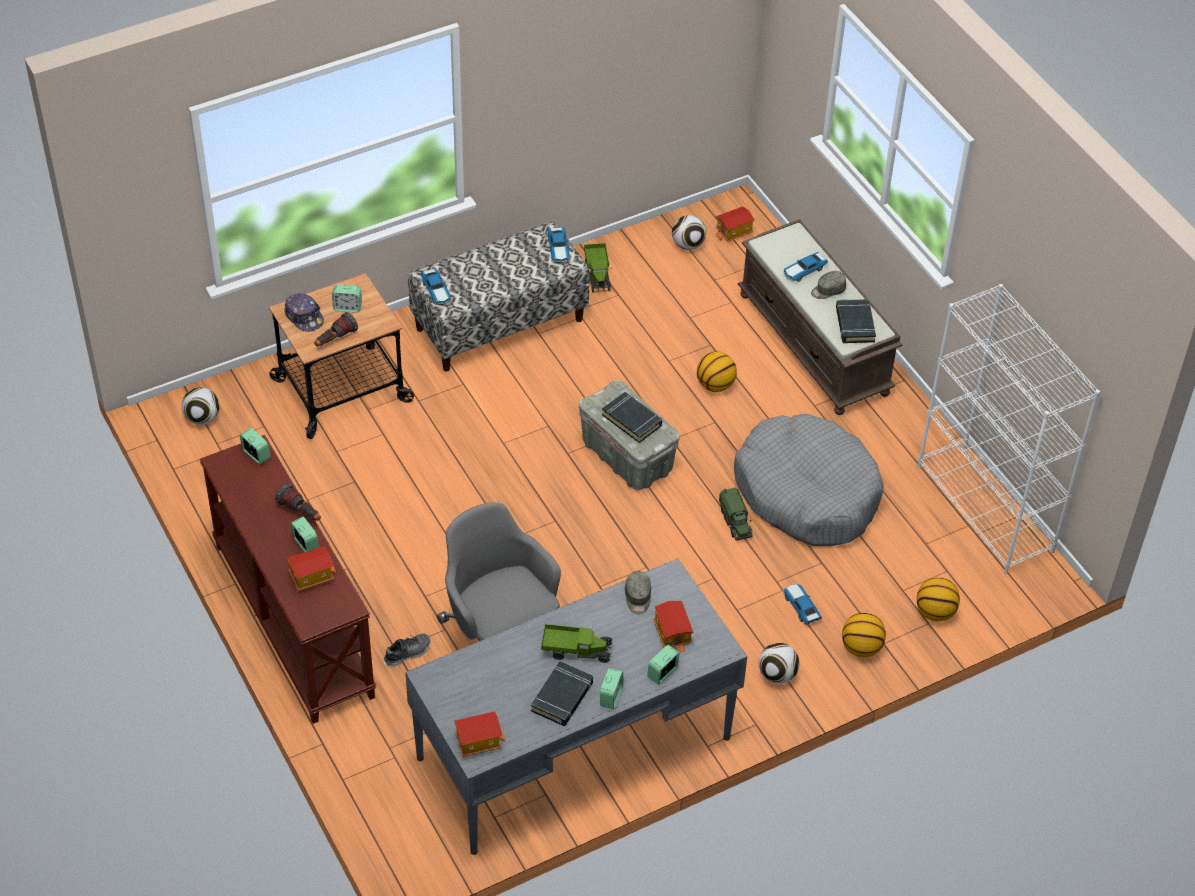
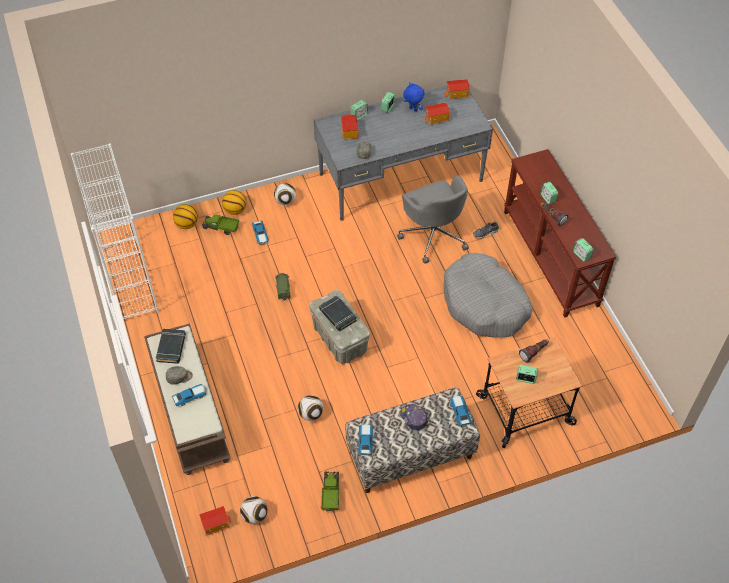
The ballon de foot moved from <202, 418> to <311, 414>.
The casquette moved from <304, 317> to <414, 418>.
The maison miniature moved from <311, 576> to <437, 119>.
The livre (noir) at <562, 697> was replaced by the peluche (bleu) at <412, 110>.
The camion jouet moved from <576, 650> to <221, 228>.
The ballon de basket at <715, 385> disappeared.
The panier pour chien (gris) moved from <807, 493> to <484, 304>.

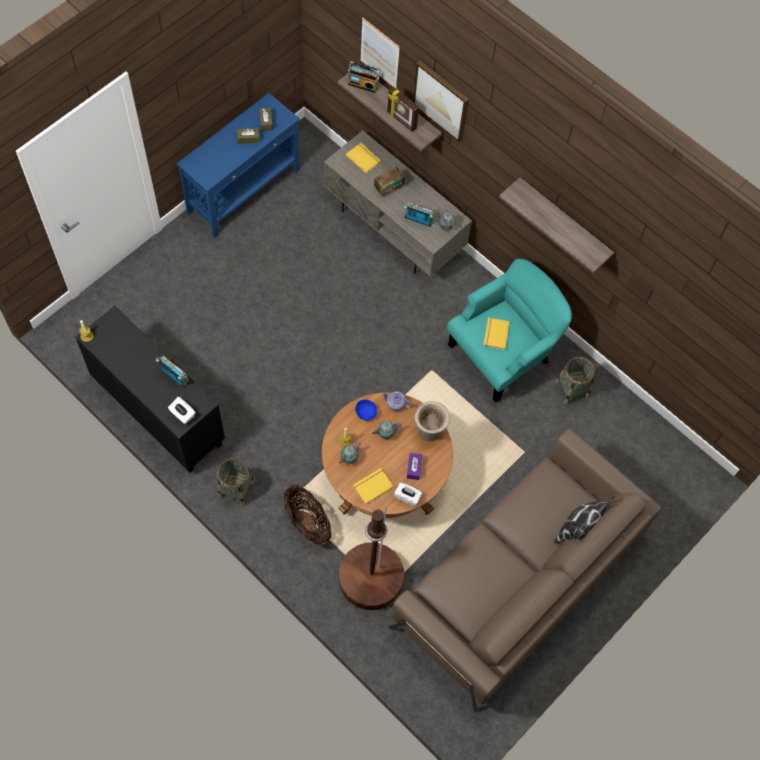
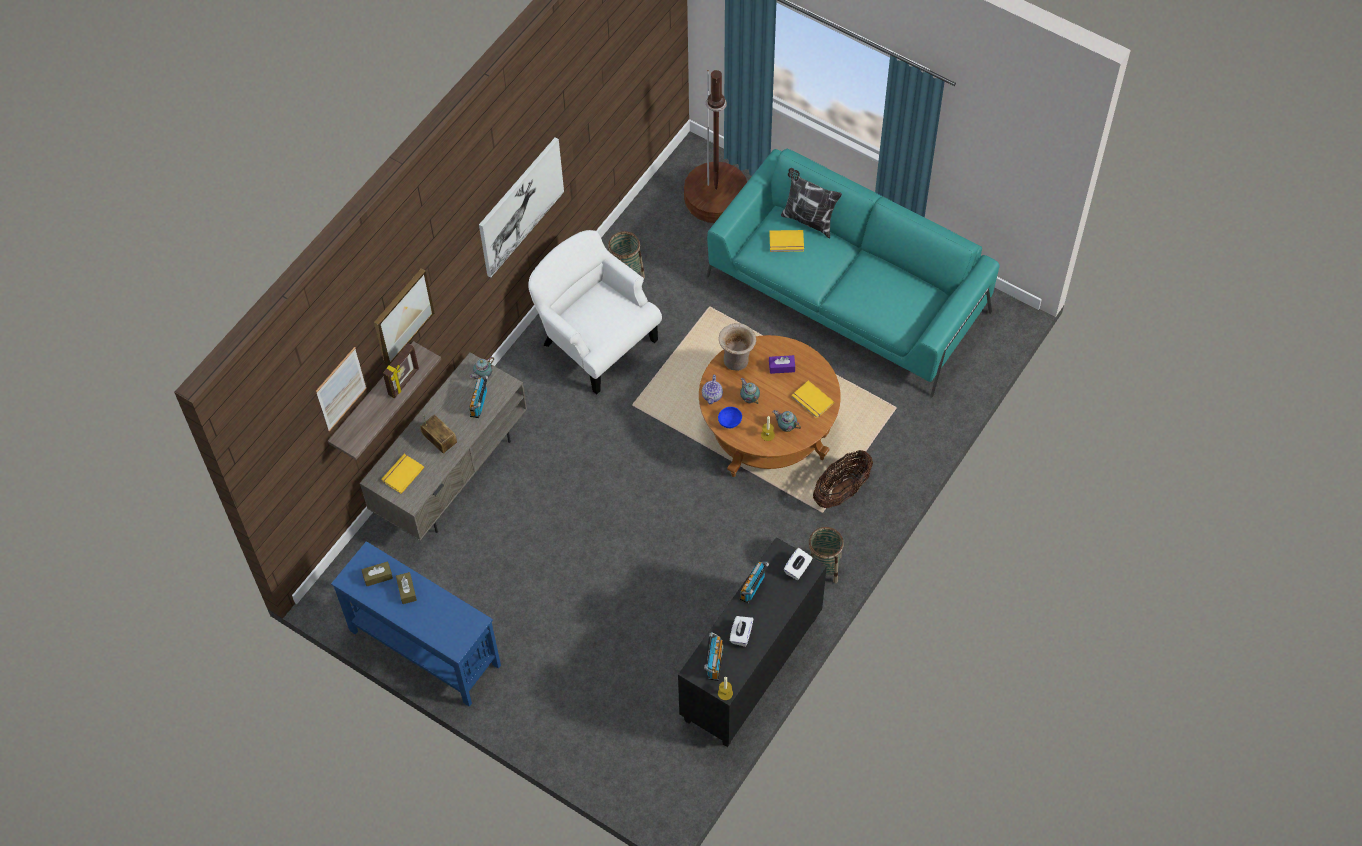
The lampadaire (marron) moved from <371, 579> to <716, 197>.
The radio moved from <363, 84> to <714, 663>.
The canapé (marron) at <519, 578> became the canapé (turquoise) at <848, 294>.
The boîte à mouchoirs (blanc) moved from <407, 497> to <741, 635>.
The fauteuil (turquoise) at <502, 353> became the fauteuil (blanc) at <596, 342>.
The livre (jaune) moved from <495, 334> to <786, 243>.
The étagère at <563, 222> was replaced by the tableau at <520, 206>.

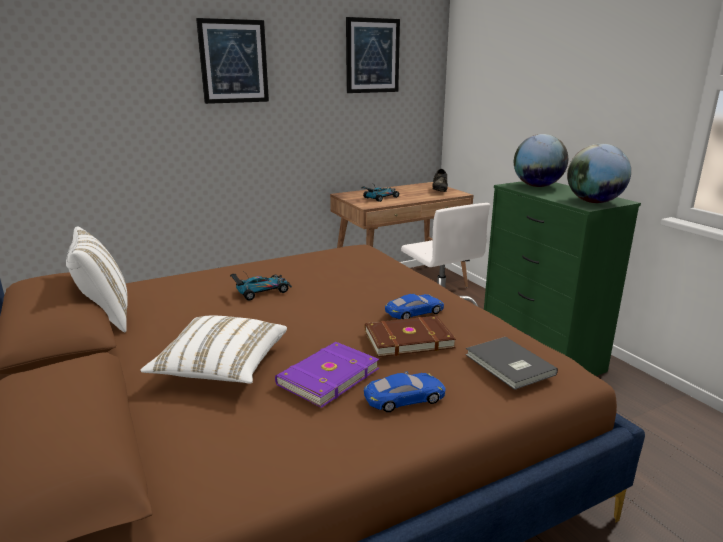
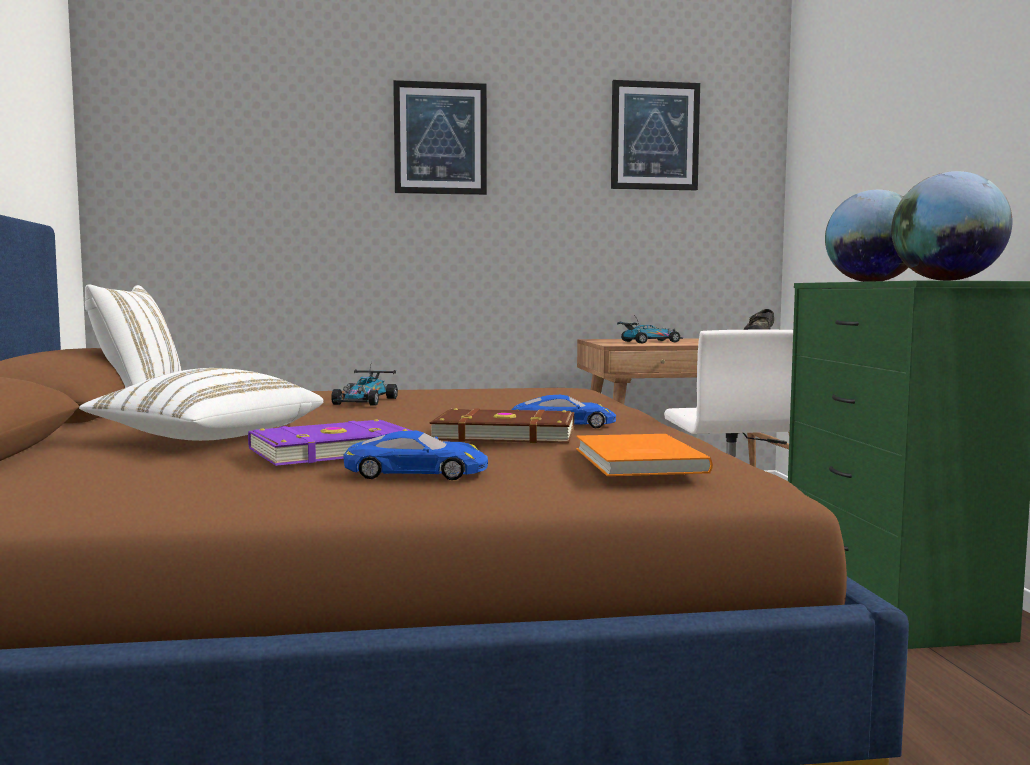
The petite voiture at <261, 291> turned 105 degrees clockwise.
The livre (gris) at <508, 365> became the livre (orange) at <636, 461>.

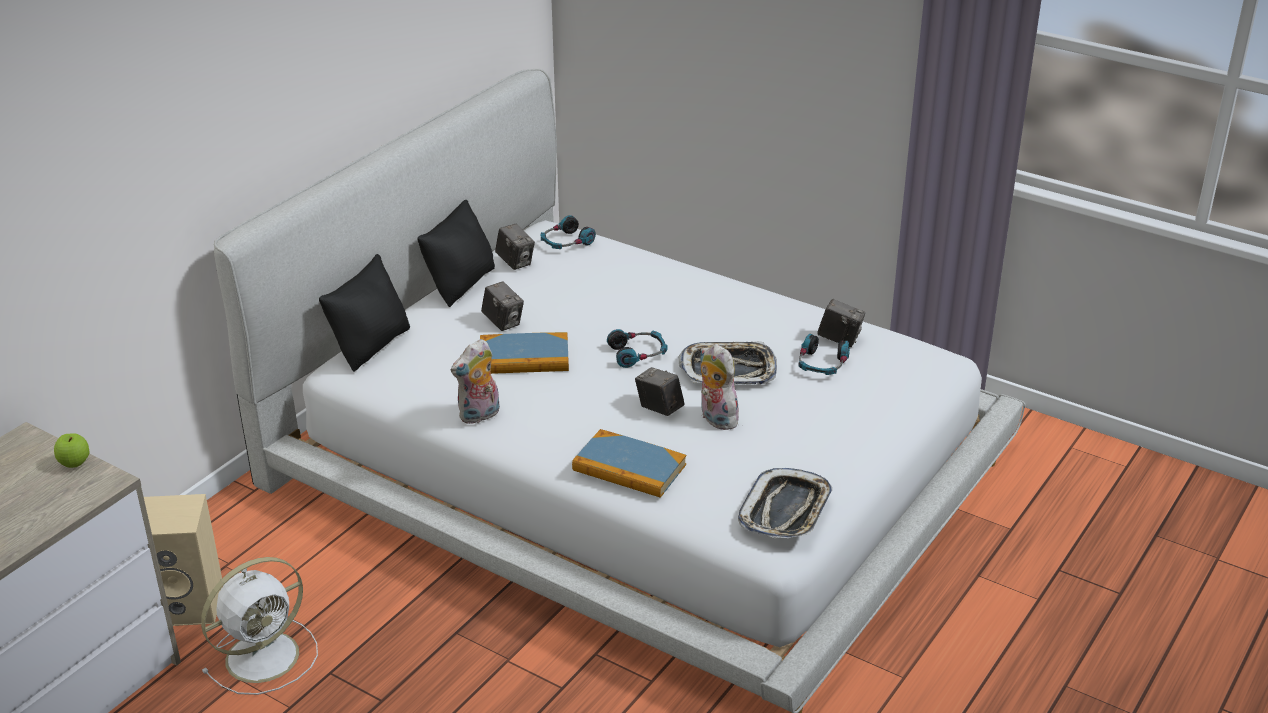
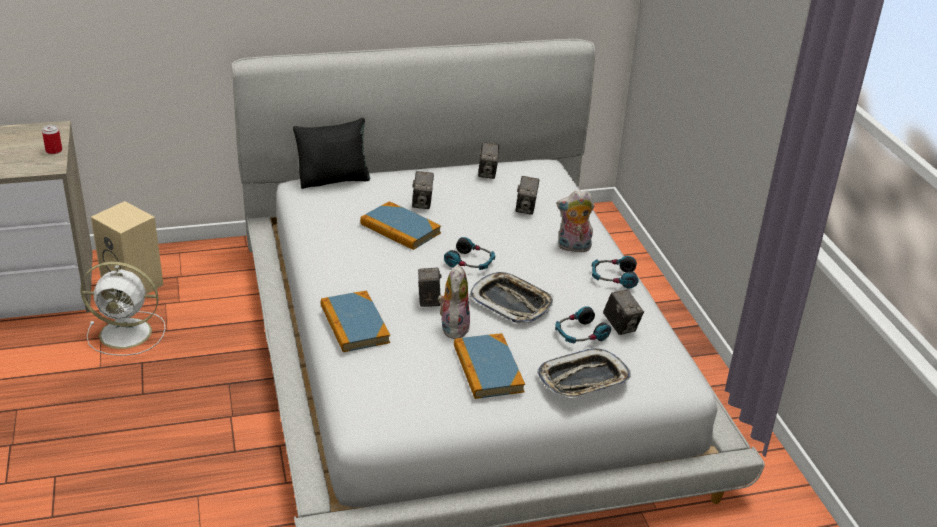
The pomme at <75, 463> was replaced by the boîte métallique at <54, 151>.
The coussin (noir) at <461, 284> disappeared.
The peluche moved from <479, 416> to <573, 248>.
The casque audio moved from <566, 242> to <613, 277>.
The plateau moved from <786, 511> to <583, 380>.
The livre at <487, 369> appeared.
The appareil photo at <526, 208> appeared.

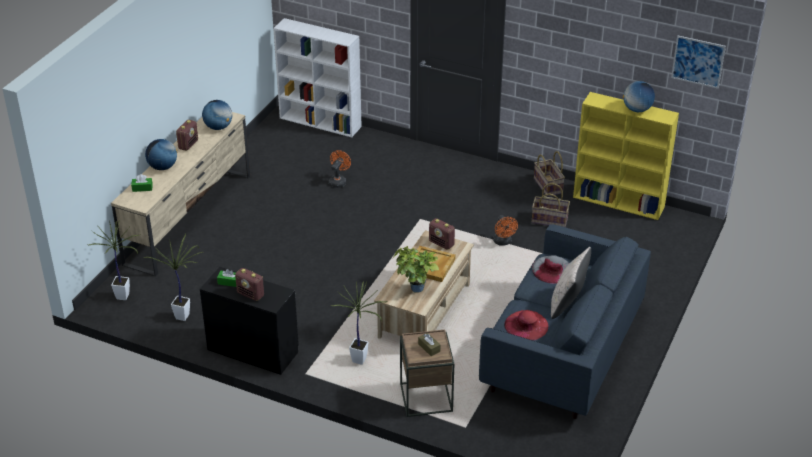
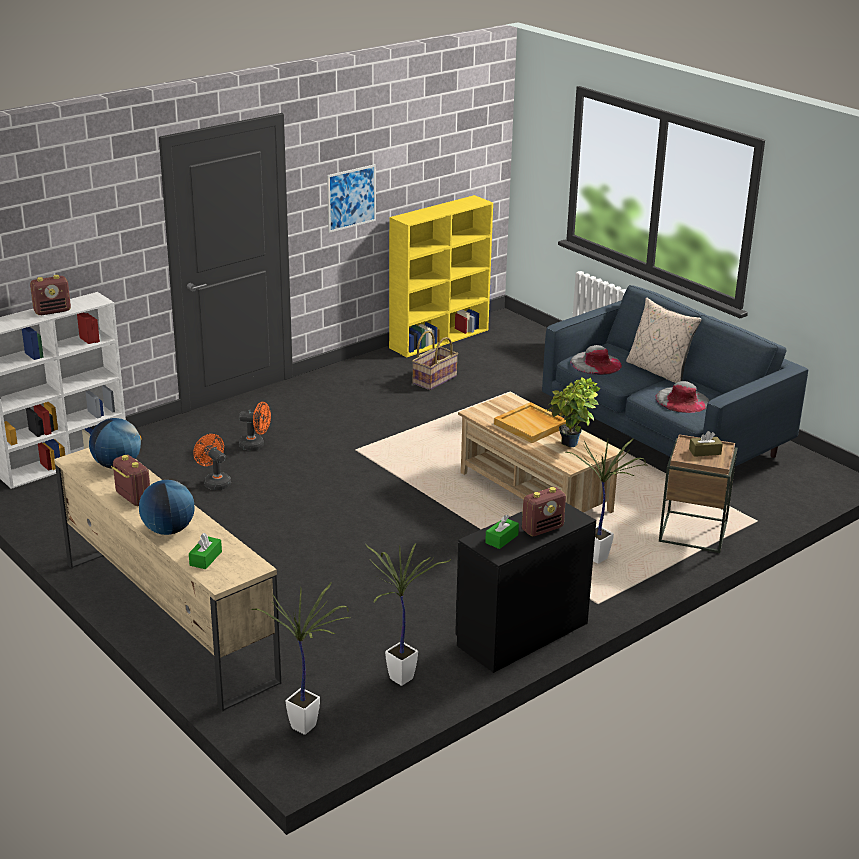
The radio moved from <441, 243> to <52, 311>.
The ventilateur (orange) moved from <503, 242> to <256, 445>.
The chapeau (rouge) at <526, 325> became the chapeau (gris) at <682, 400>.
The panier at <548, 186> disappeared.
The globe at <637, 109> disappeared.
The tableau moved from <698, 61> to <351, 198>.

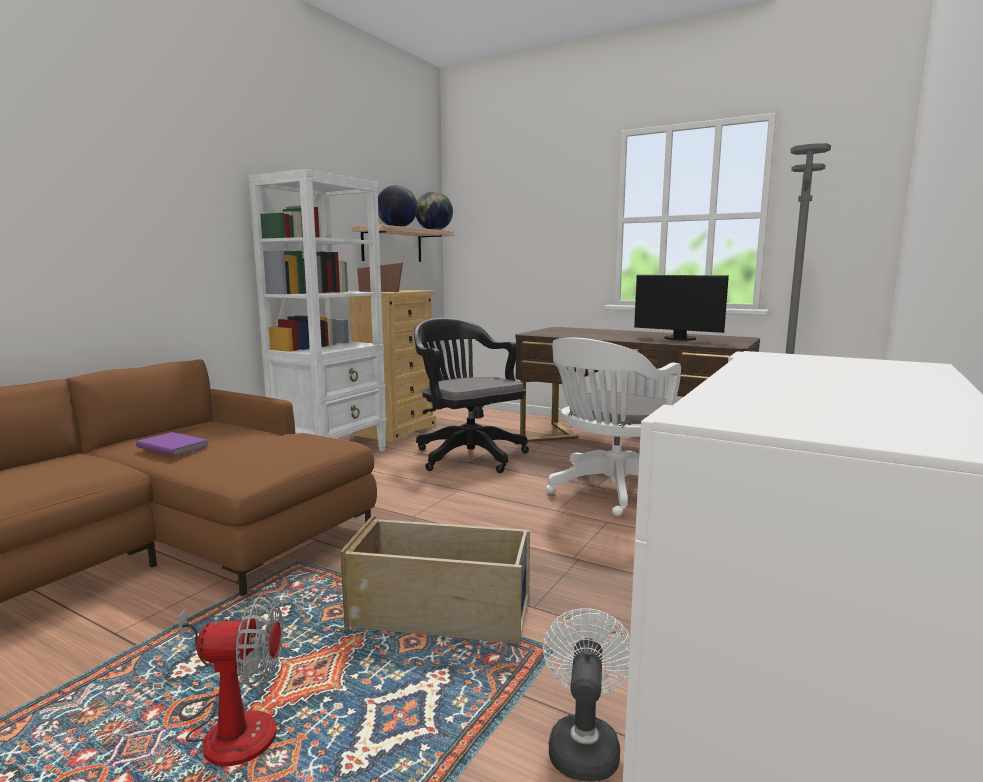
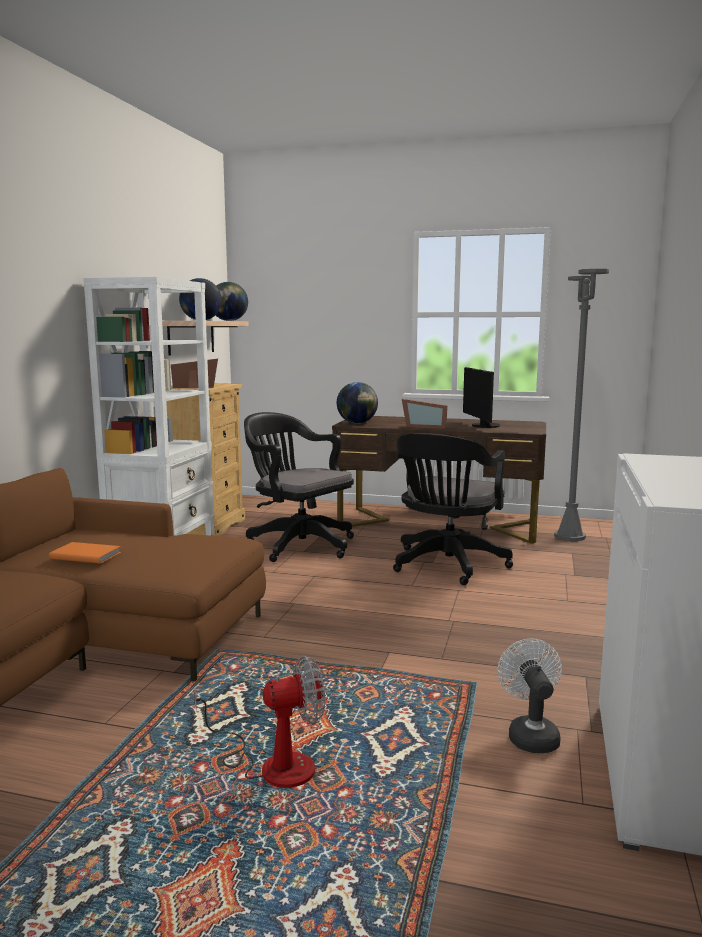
The livre (violet) at <174, 446> became the livre (orange) at <86, 555>.
The boîte de rangement (beige) at <442, 613> disappeared.
The chaise de bureau (blanc) at <610, 492> became the chaise de bureau (noir) at <446, 566>.
The écran d'ordinateur at <679, 339> turned 60 degrees clockwise.
The globe at <357, 423> appeared.
The cadre photo at <424, 427> appeared.

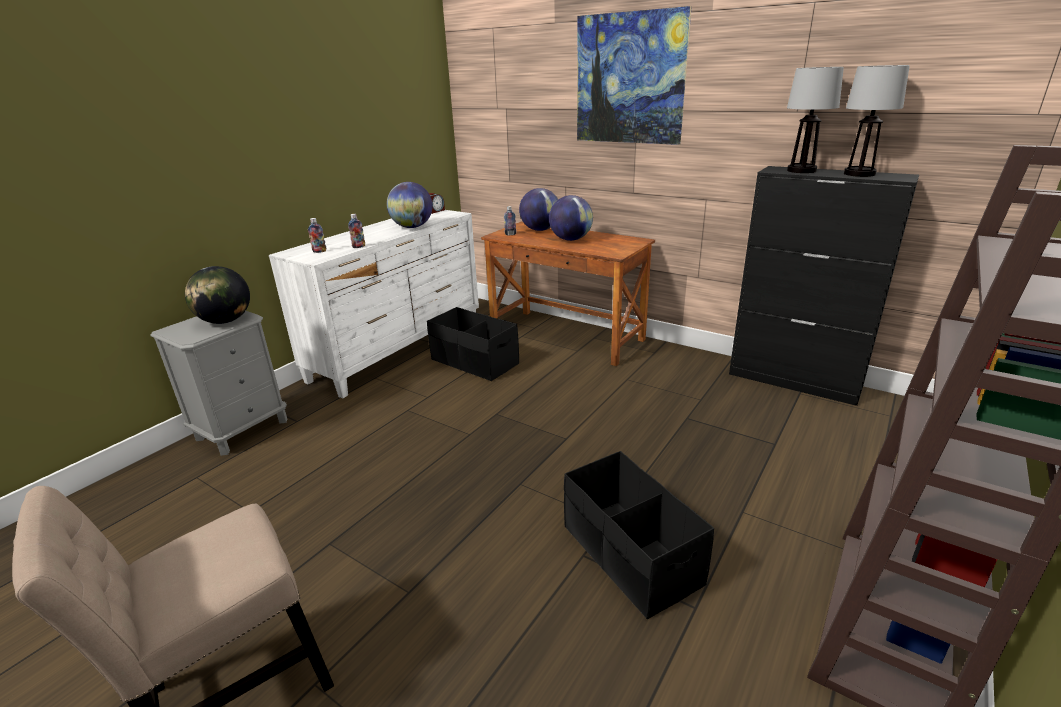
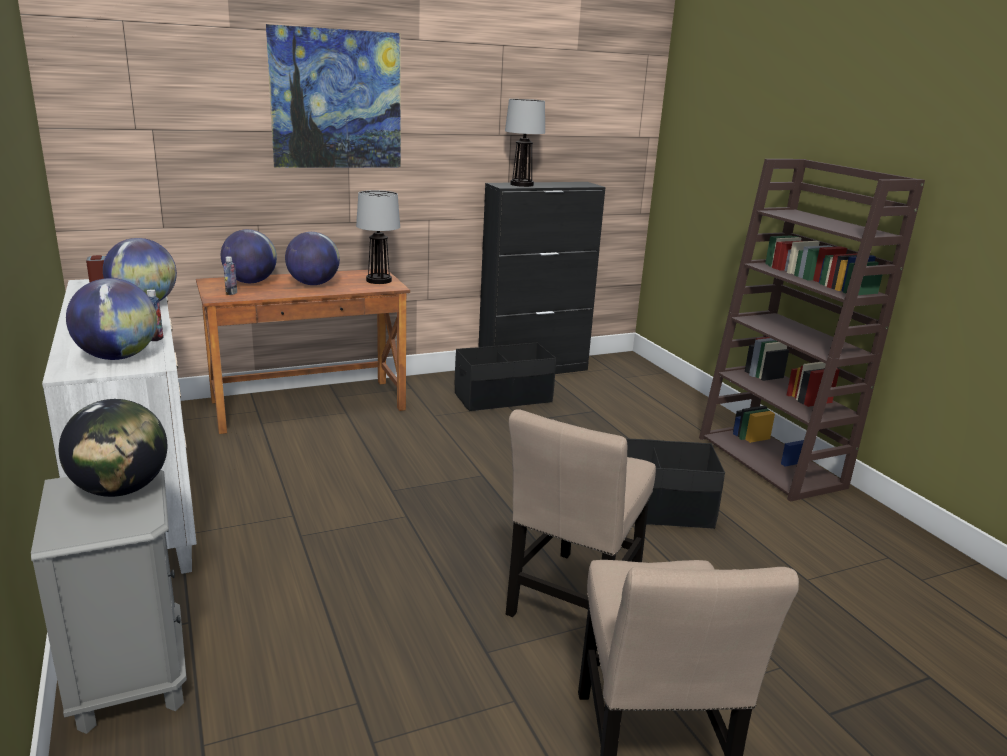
The bouteille at <319, 251> was replaced by the globe at <118, 357>.
The boîte de rangement (noir) moved from <474, 362> to <503, 398>.
The lampe de table moved from <859, 174> to <378, 280>.
The chaise (beige) at <573, 602> appeared.

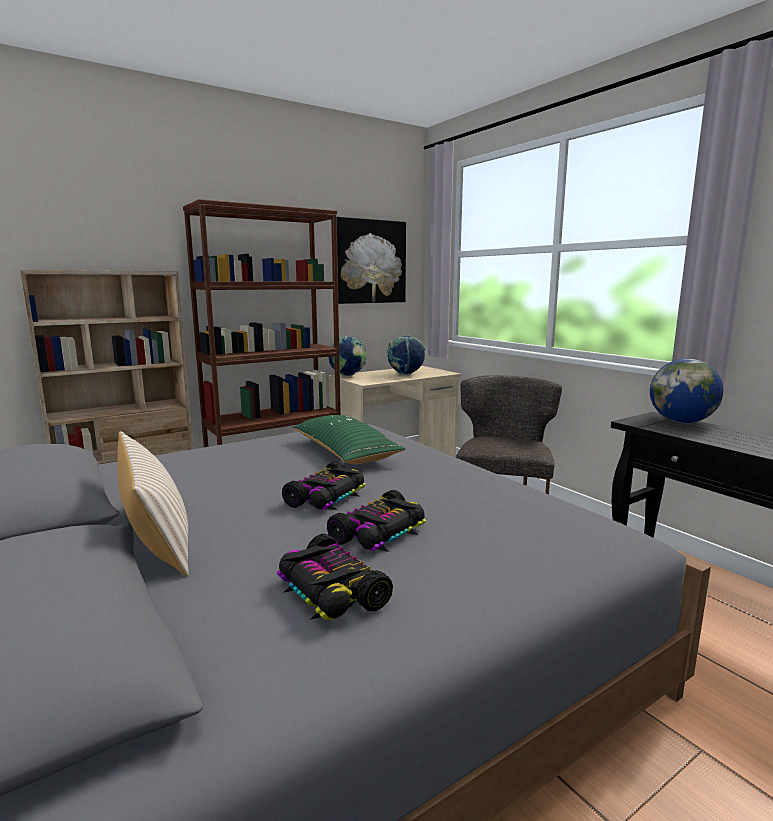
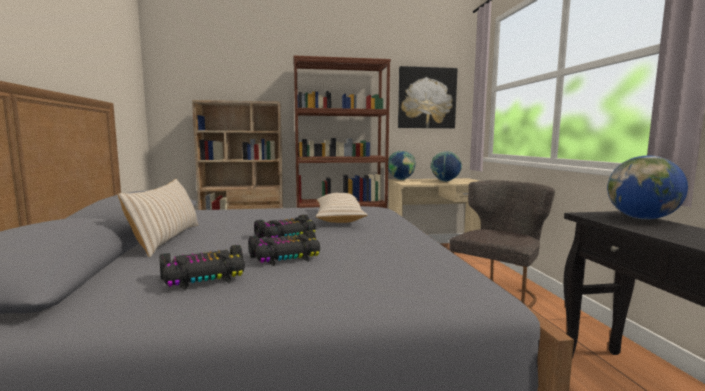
The petite voiture at <329, 592> turned 105 degrees counterclockwise.
The coussin (vert) at <345, 452> became the coussin (beige) at <339, 217>.

